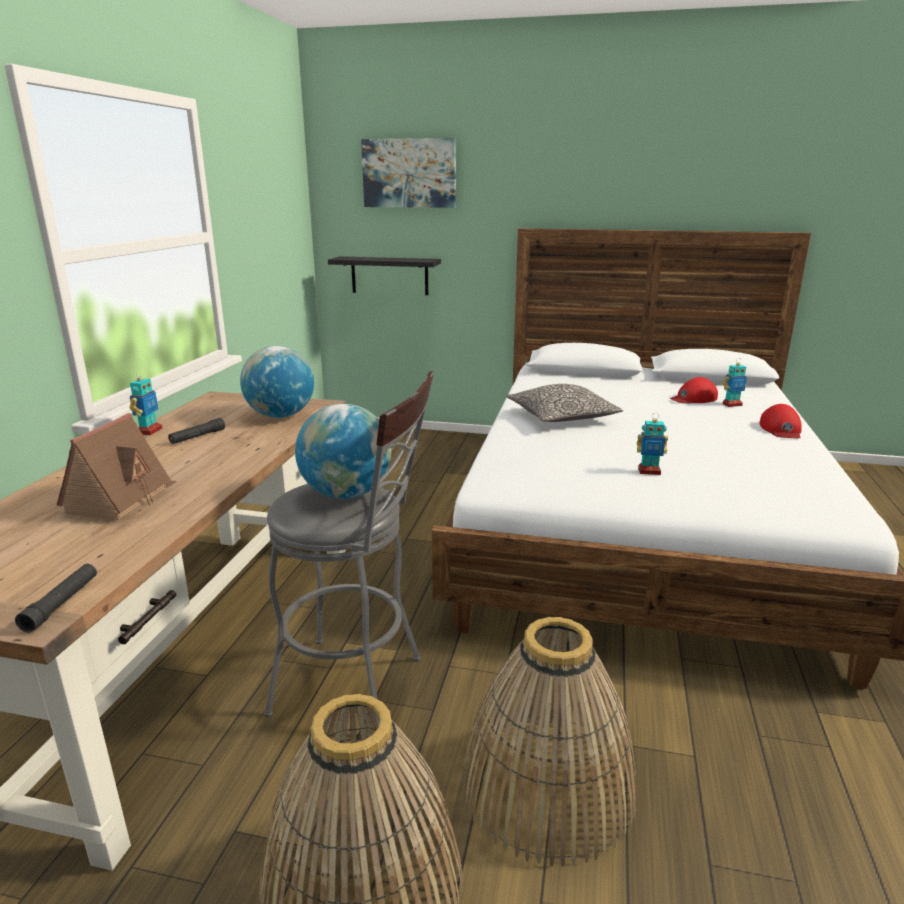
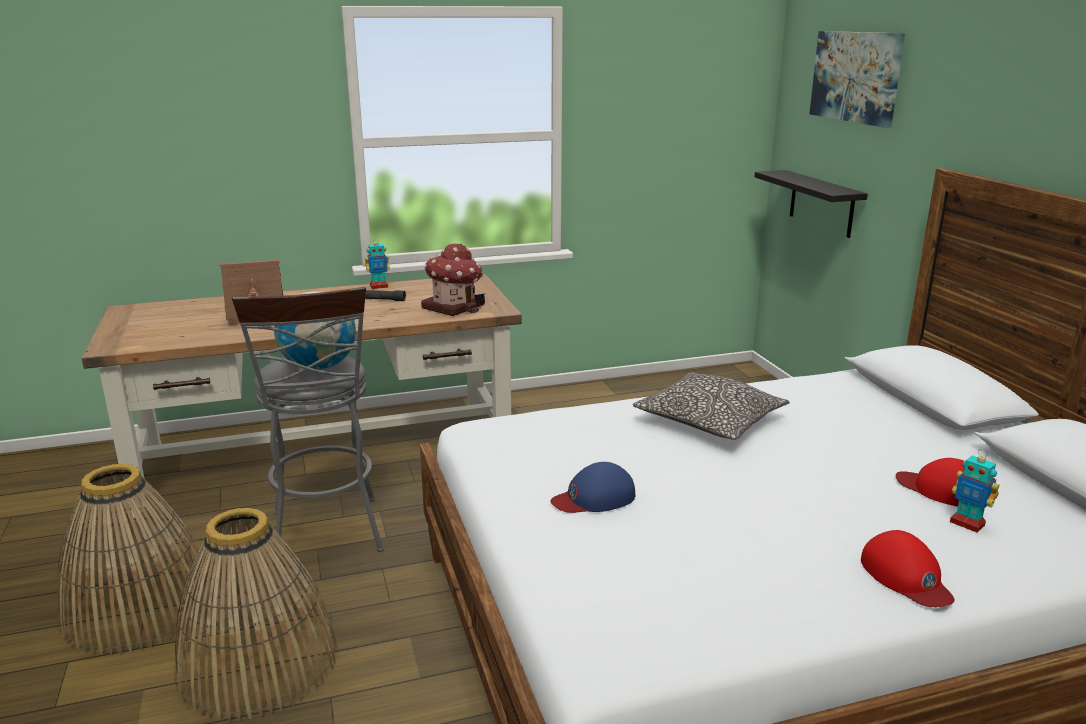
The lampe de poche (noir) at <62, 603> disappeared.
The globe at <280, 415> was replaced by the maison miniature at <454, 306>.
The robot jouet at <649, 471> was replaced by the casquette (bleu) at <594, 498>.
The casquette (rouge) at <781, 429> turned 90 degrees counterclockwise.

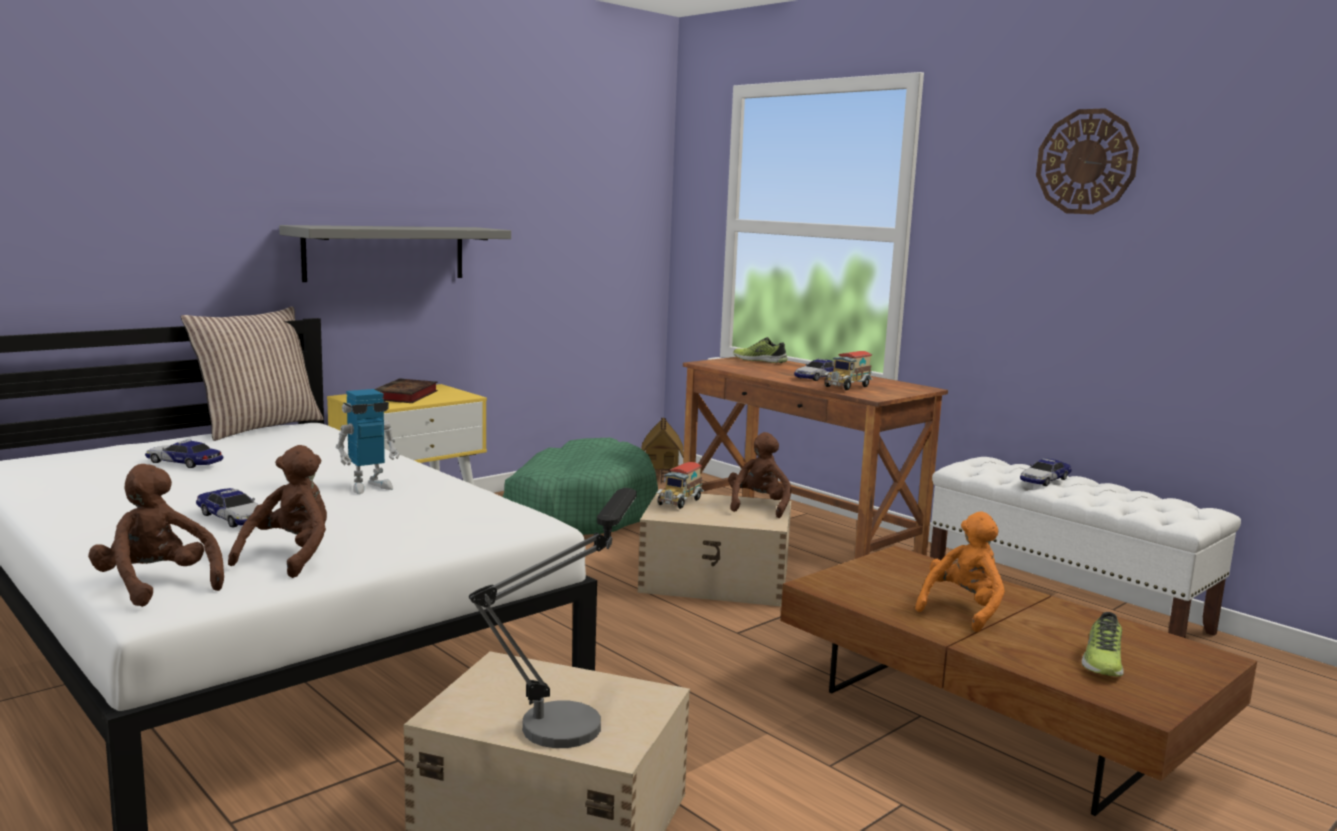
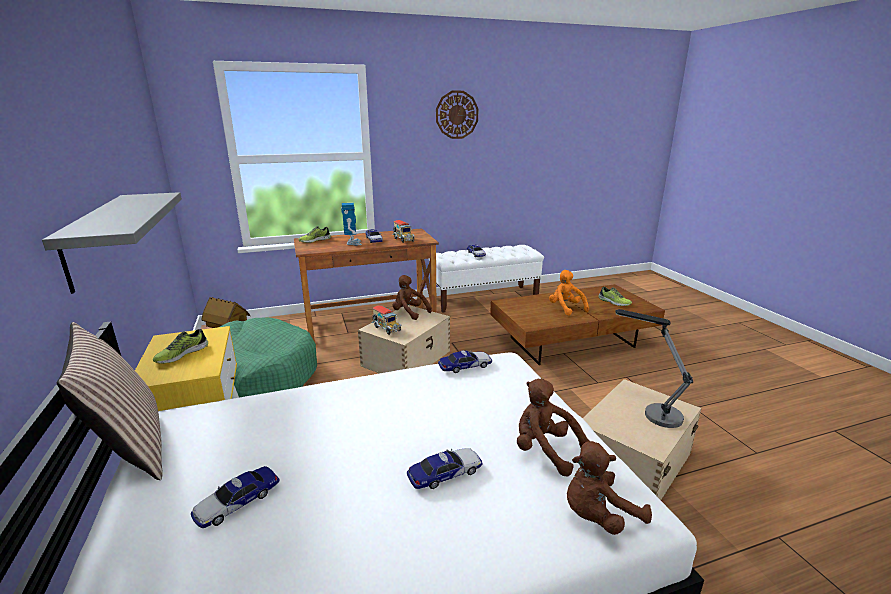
The robot jouet moved from <368, 487> to <352, 243>.
The livre at <405, 396> was replaced by the chaussure at <181, 354>.
The petite voiture at <465, 366> appeared.

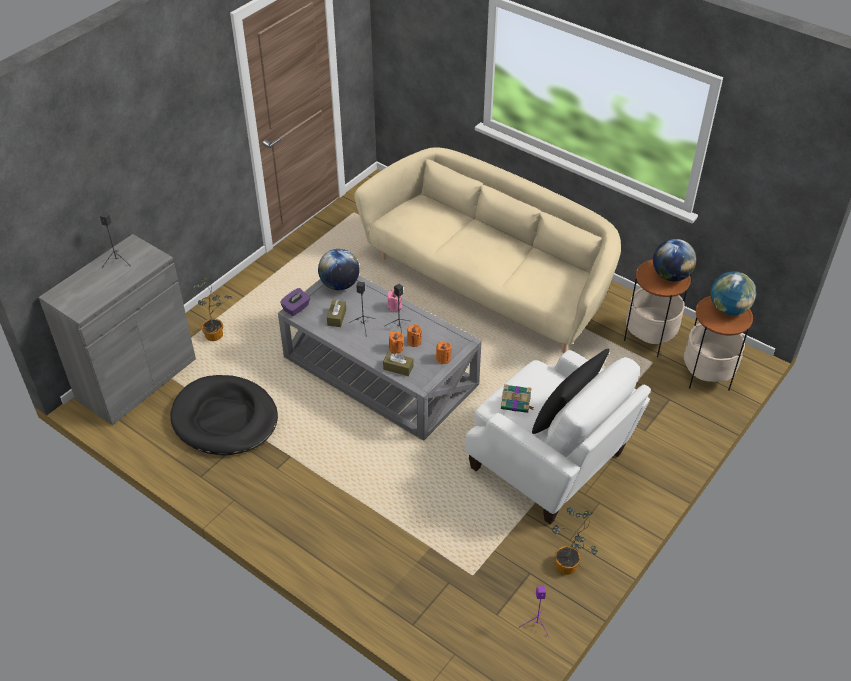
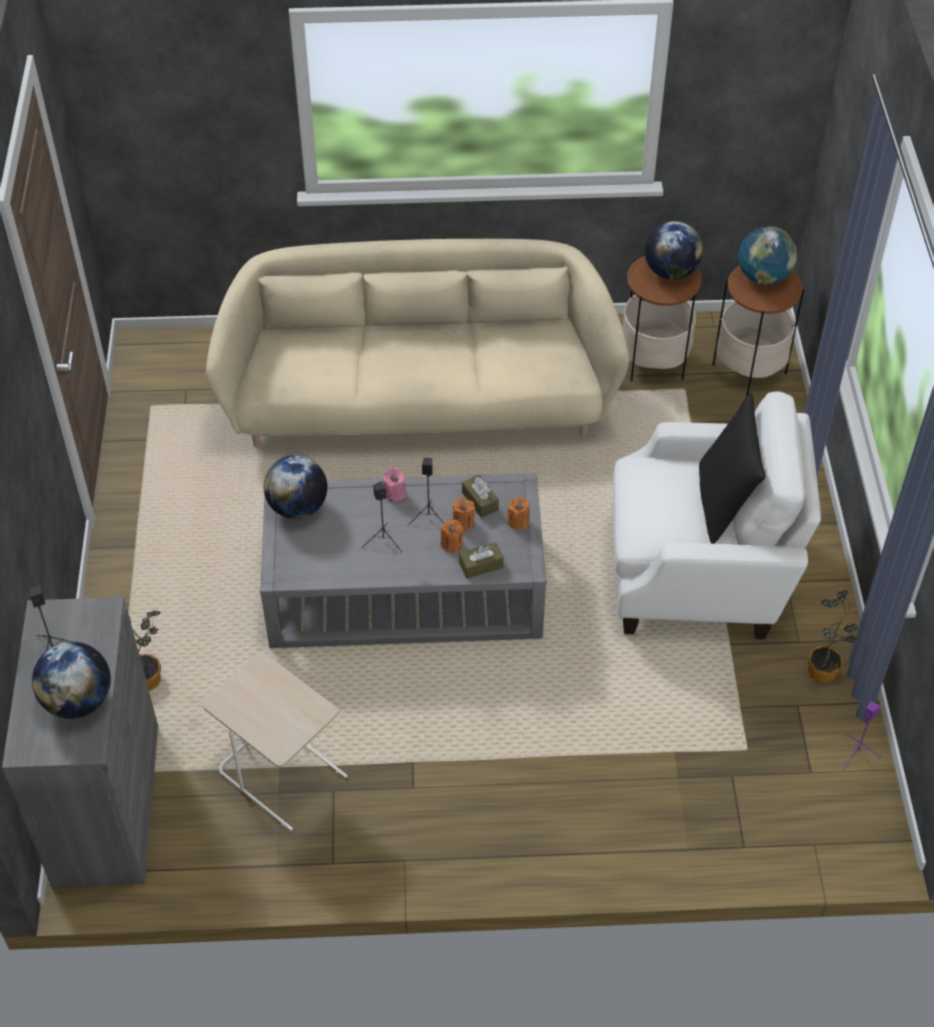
The panier pour chien (noir) at <225, 419> was replaced by the table d'appoint (beige) at <283, 773>.
The boîte à mouchoirs (violet) at <296, 308> disappeared.
The boîte à mouchoirs (marron) moved from <337, 317> to <480, 501>.
The livre at <516, 403> disappeared.
The globe at <78, 701> appeared.

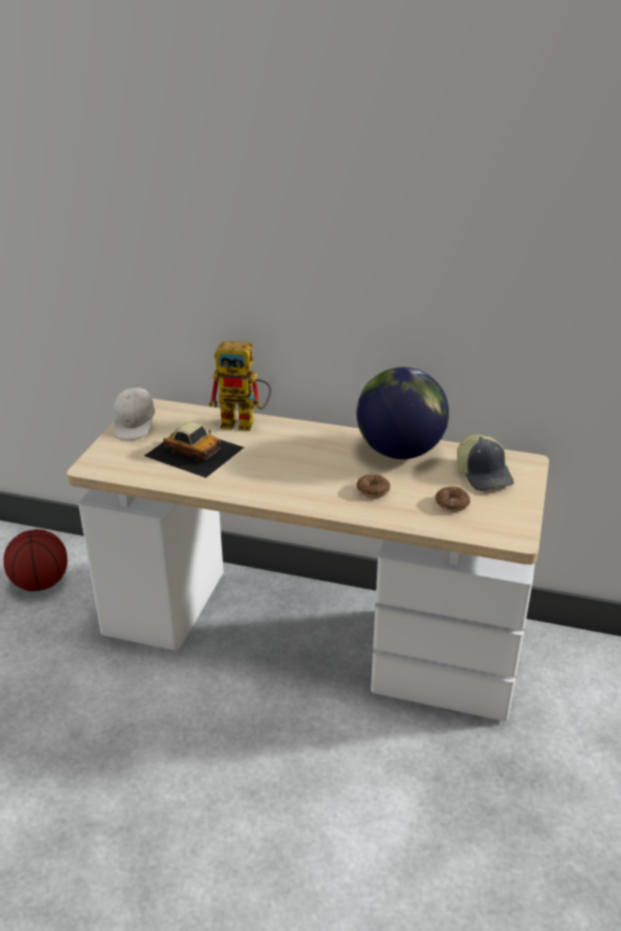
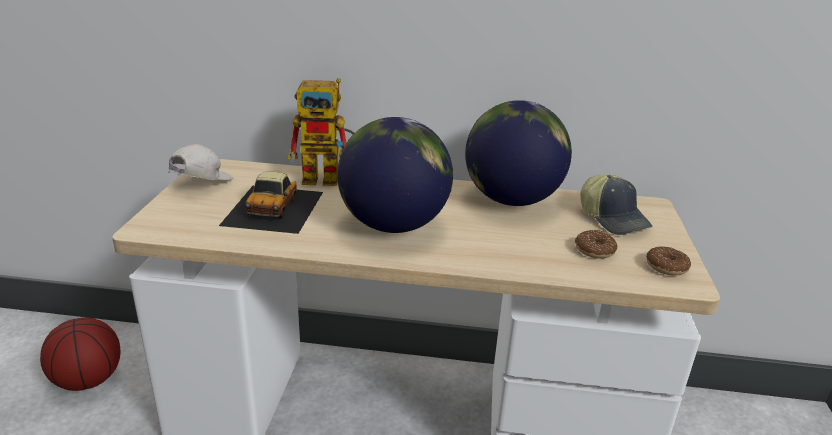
The casquette (blanc) at <136, 426> turned 150 degrees counterclockwise.
The petite voiture at <194, 451> turned 75 degrees clockwise.
The beignet moved from <373, 491> to <666, 267>.
The globe at <394, 226> appeared.

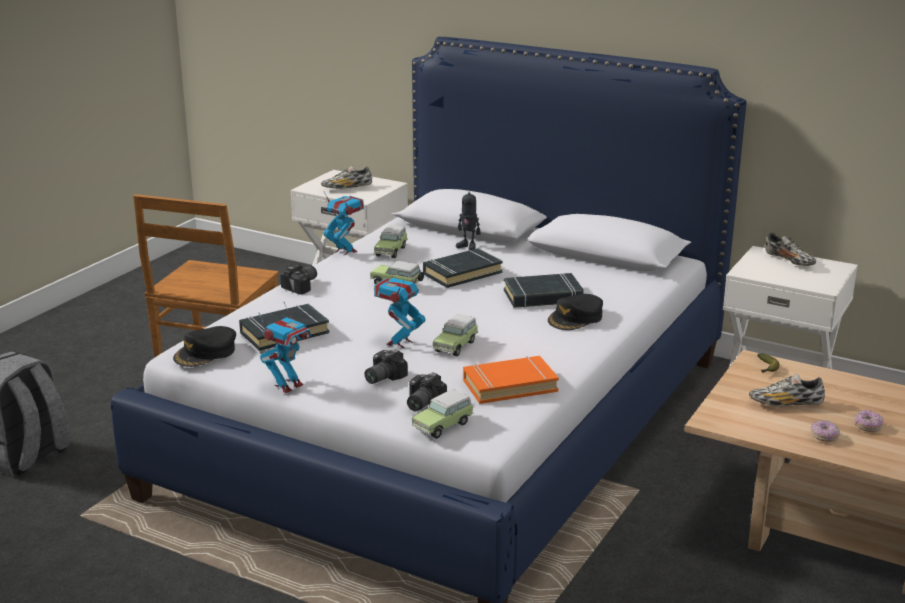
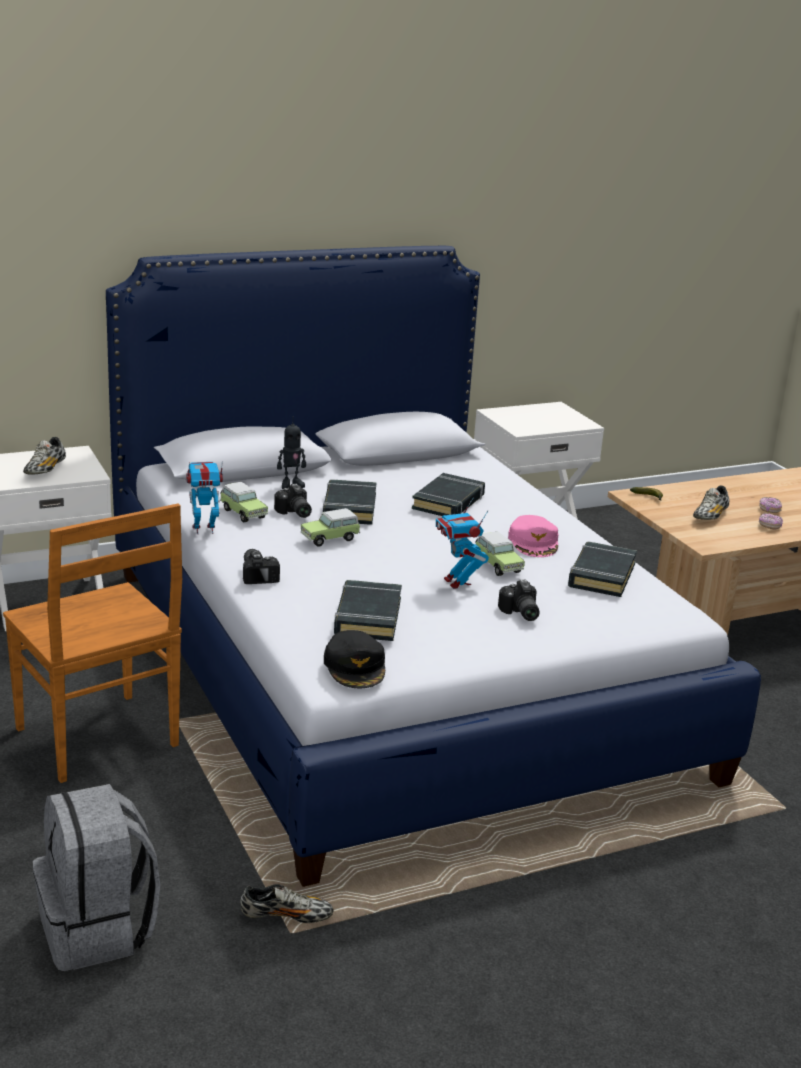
The robot jouet at <288, 386> disappeared.
The appareil photo moved from <421, 403> to <294, 513>.
The petite voiture at <444, 425> disappeared.
The livre (orange) at <509, 385> became the livre (noir) at <601, 575>.
The casquette (noir) at <576, 318> disappeared.
The chaussure moved from <789, 261> to <286, 916>.
The casquette (rose) at <534, 542> appeared.

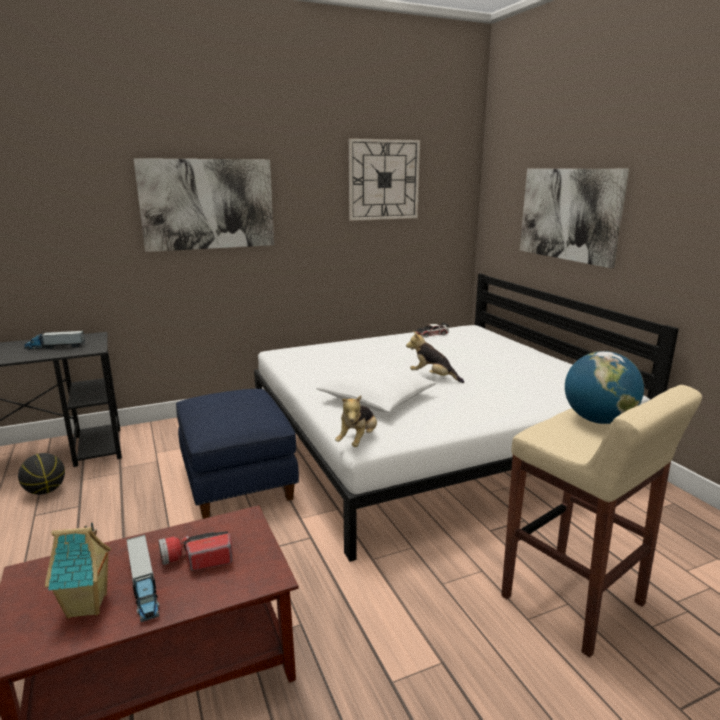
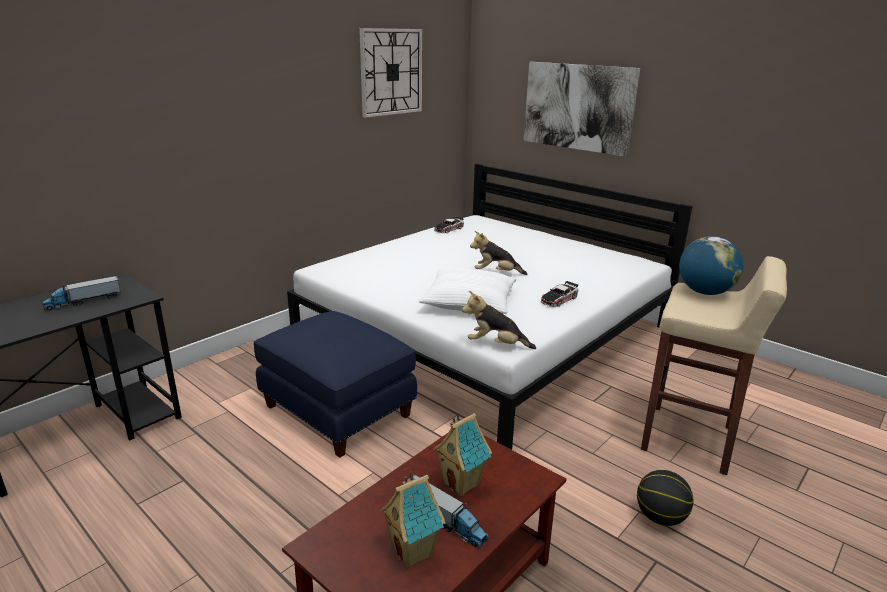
The ballon de basket moved from <45, 491> to <660, 517>.
The tableau at <208, 204> disappeared.
The lampe de poche at <196, 559> was replaced by the maison miniature at <462, 483>.
The peluche at <358, 440> turned 105 degrees clockwise.
The petite voiture at <559, 299> appeared.

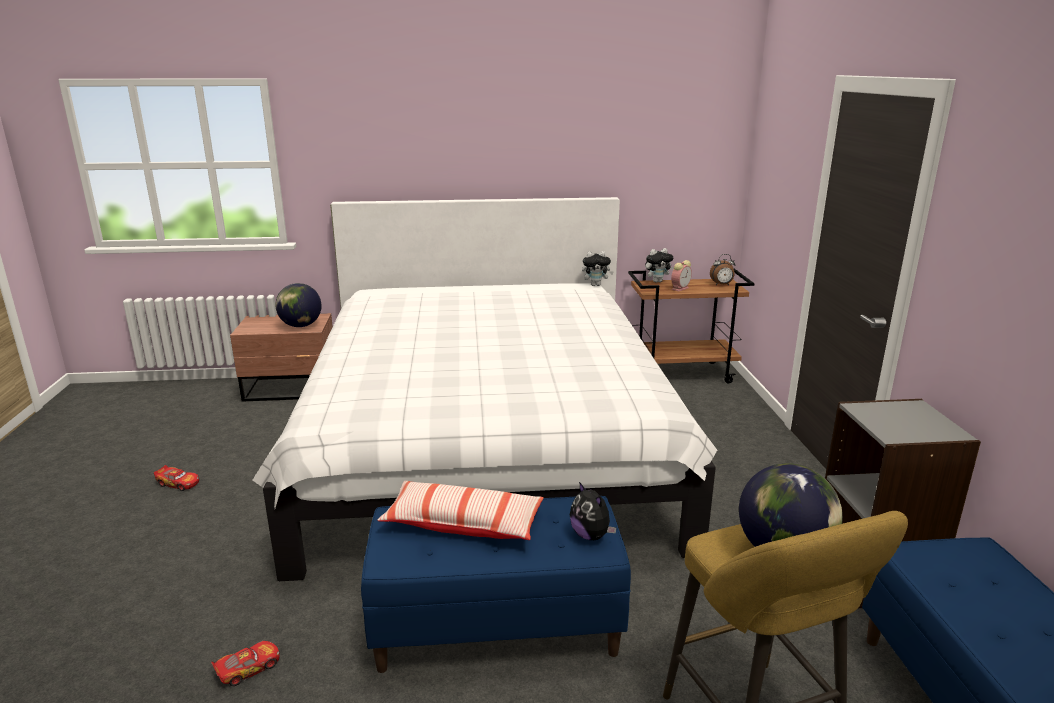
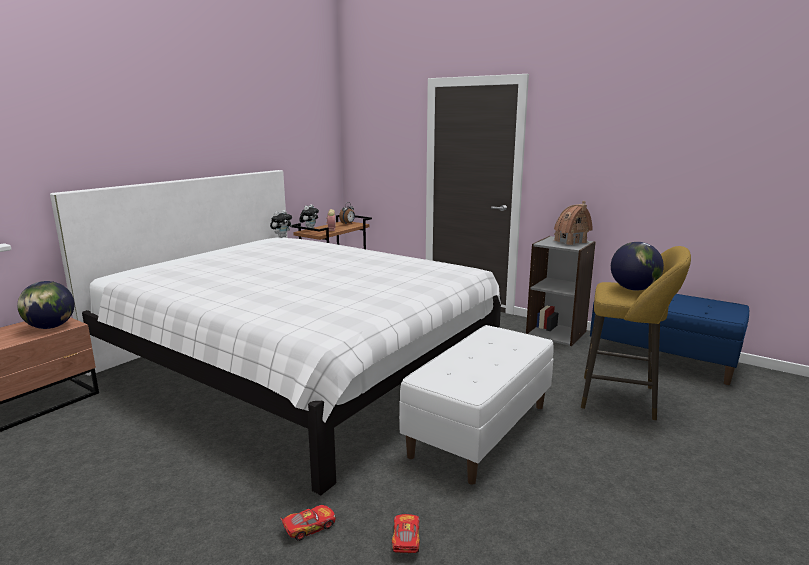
The petite voiture moved from <178, 483> to <309, 527>.
The banc (bleu) at <497, 625> became the banc (blanc) at <479, 429>.
The coussin at <463, 524> disappeared.
The peluche at <591, 535> disappeared.
The maison miniature at <570, 241> appeared.

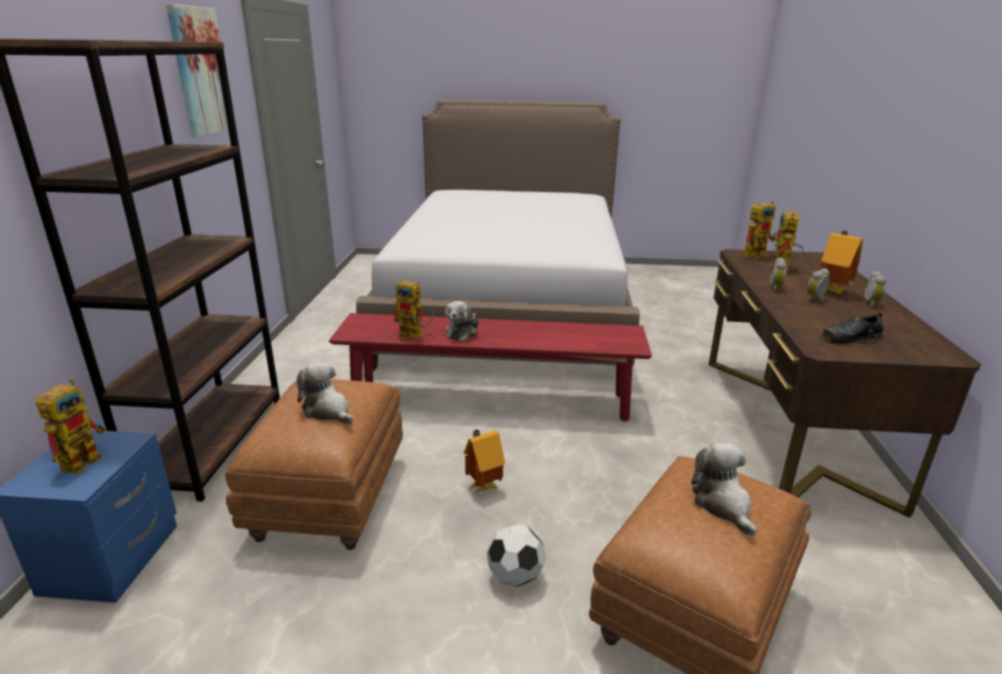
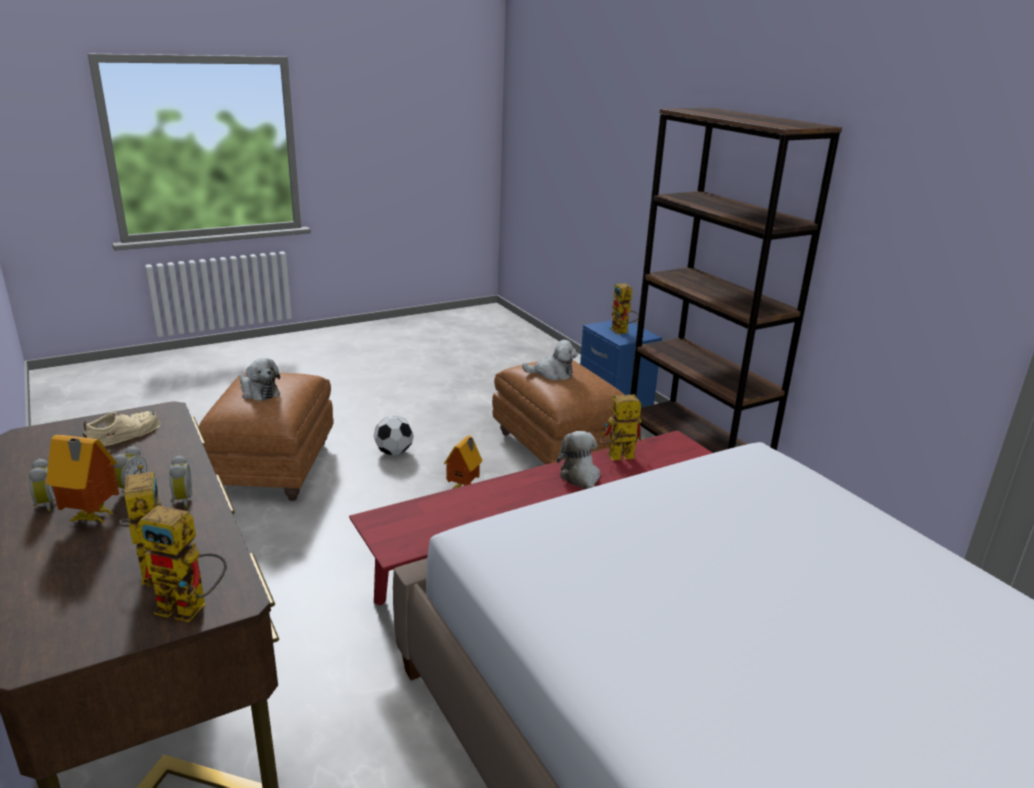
The tableau at <199, 71> disappeared.
The robot jouet at <756, 254> turned 105 degrees counterclockwise.
The chaussure (noir) at <850, 337> became the chaussure (beige) at <123, 434>.

